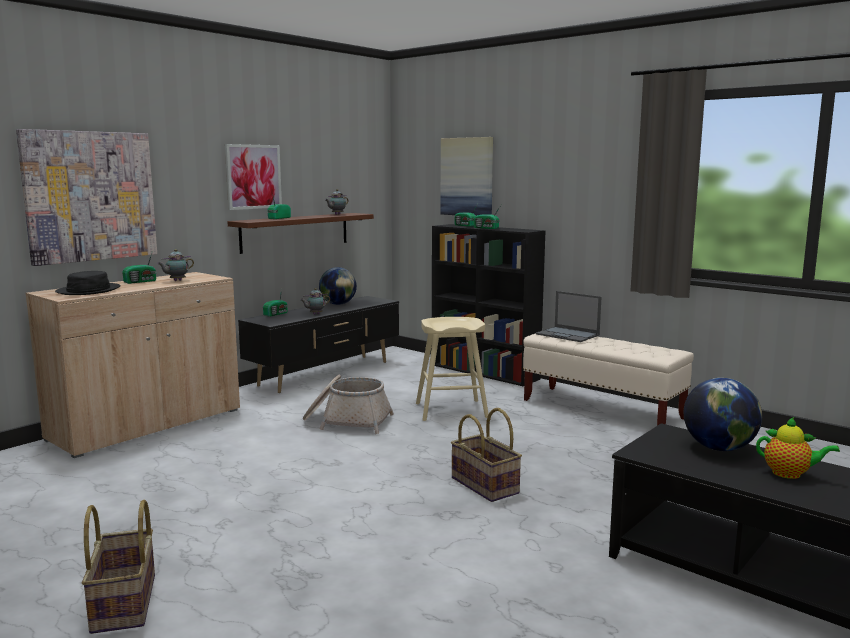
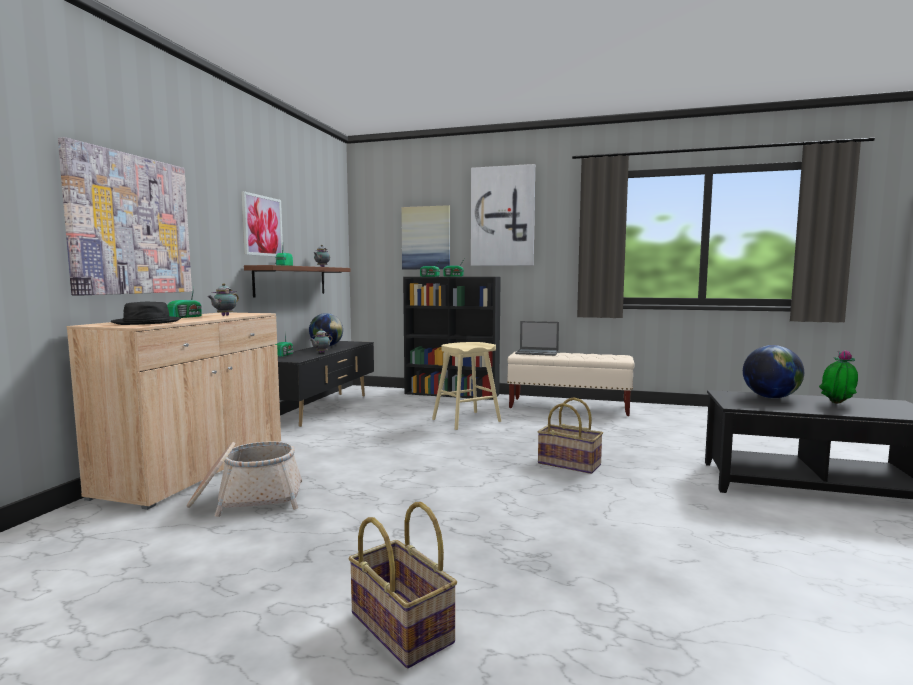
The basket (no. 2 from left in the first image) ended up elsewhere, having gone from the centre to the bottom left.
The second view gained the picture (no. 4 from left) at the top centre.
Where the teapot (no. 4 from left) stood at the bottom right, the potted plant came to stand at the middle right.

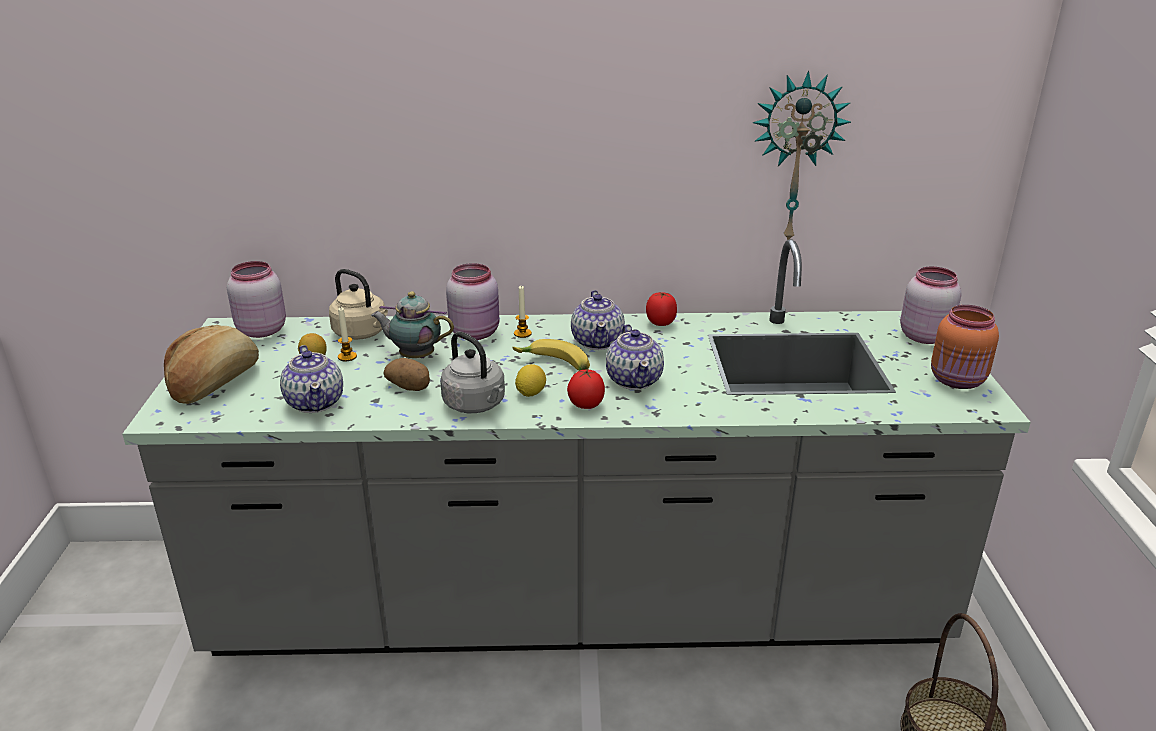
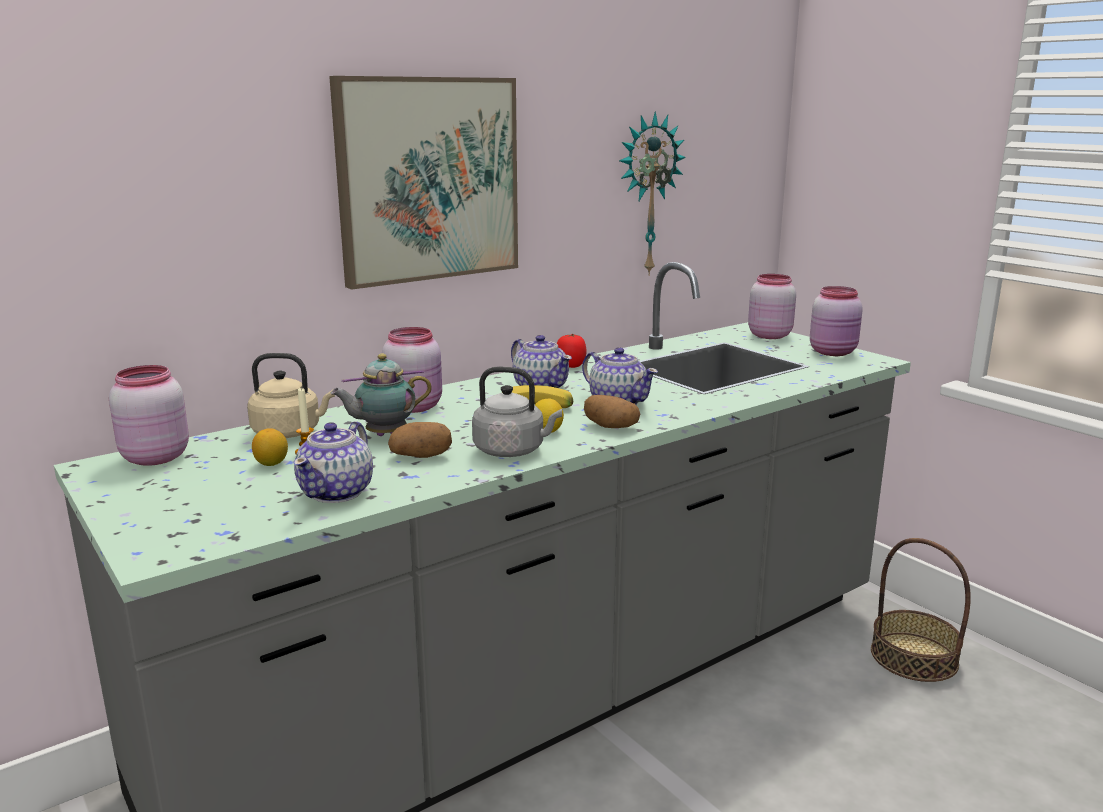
The teapot (no. 1 from left) at the middle left ended up facing another way, 75 degrees clockwise from before.
The second view gained the picture at the top centre.
Where the tomato (no. 1 from left) stood at the centre, the potato (no. 2 from left) came to stand at the centre.
What was the orange jar at the middle right turned into the pink jar (no. 4 from left) at the middle right.
The second view lost the bread at the middle left.
The second view lost the candle (no. 2 from left) at the centre.

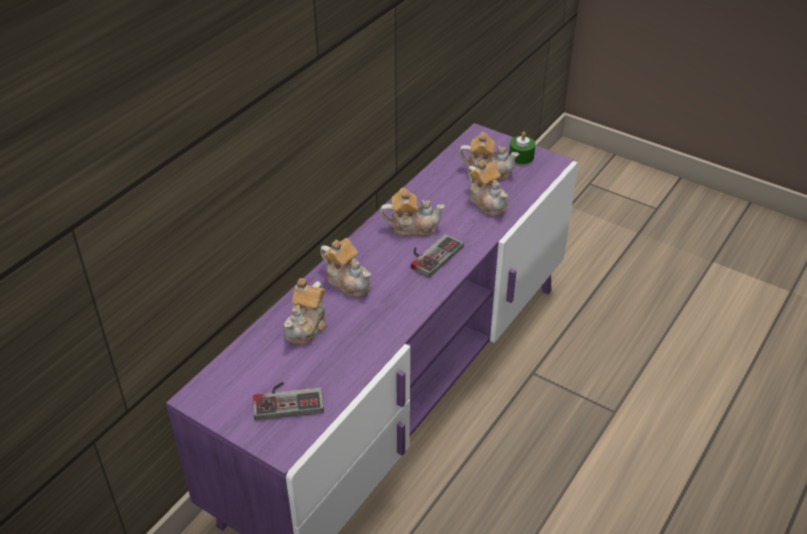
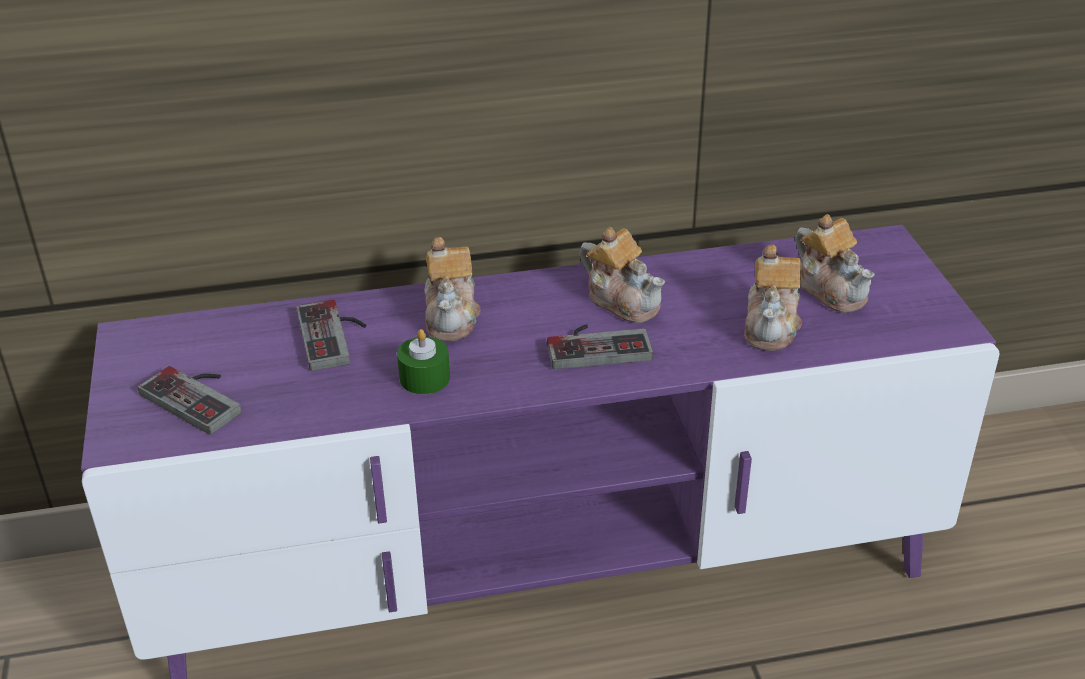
Where the teapot (no. 1 from left) stood at the centre, the game controller (no. 2 from left) came to stand at the middle left.
The green candle ended up elsewhere, having gone from the top centre to the centre.

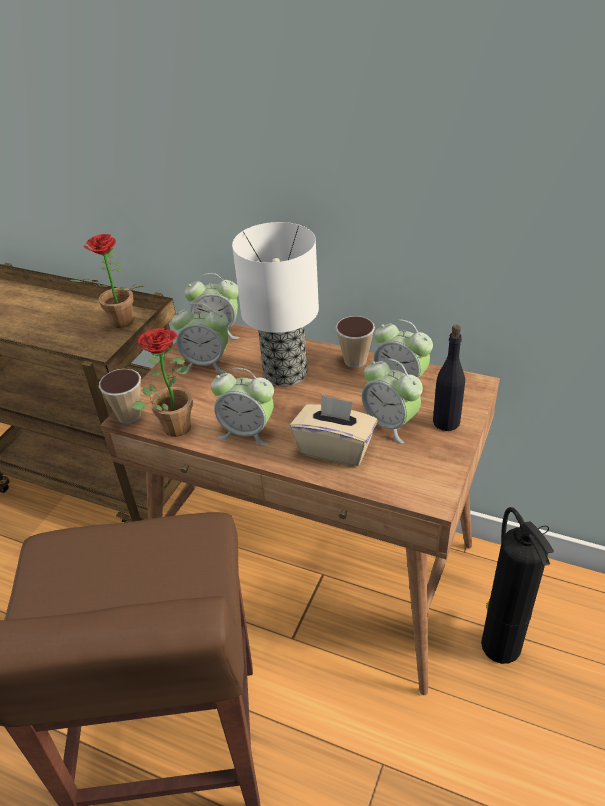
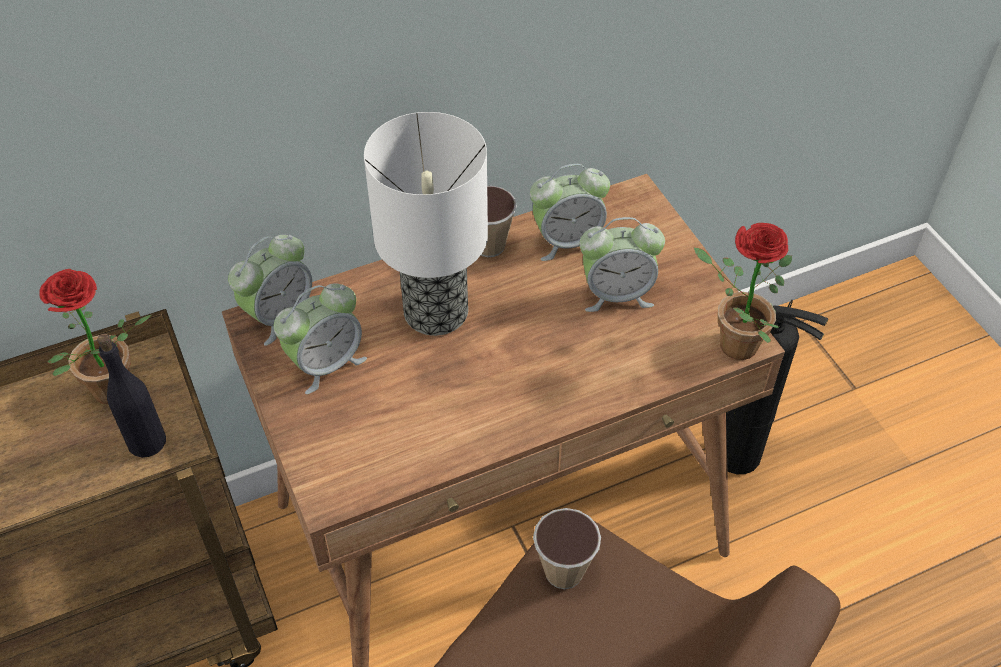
The black bottle ended up elsewhere, having gone from the middle right to the middle left.
The cup (no. 1 from left in the first image) ended up elsewhere, having gone from the middle left to the bottom centre.
The potted plant (no. 2 from left) ended up elsewhere, having gone from the middle left to the middle right.
The second view lost the alarm clock (no. 3 from left) at the centre.
The second view lost the beige tissue box at the centre.

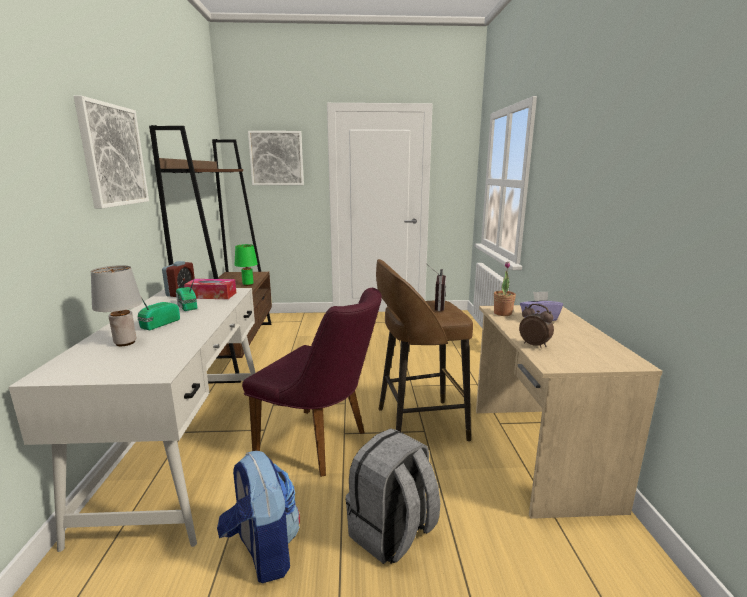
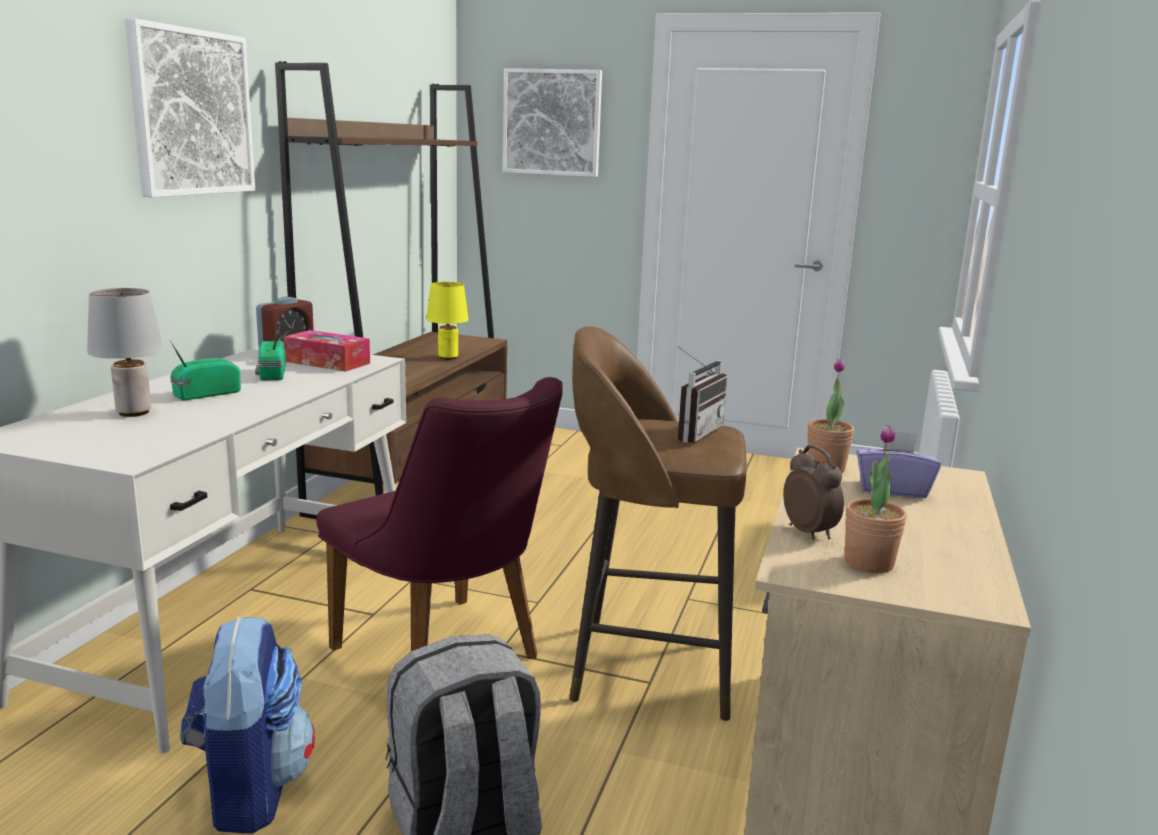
What was the green table lamp at the middle left turned into the yellow table lamp at the centre.
The second view gained the potted plant (no. 2 from left) at the middle right.

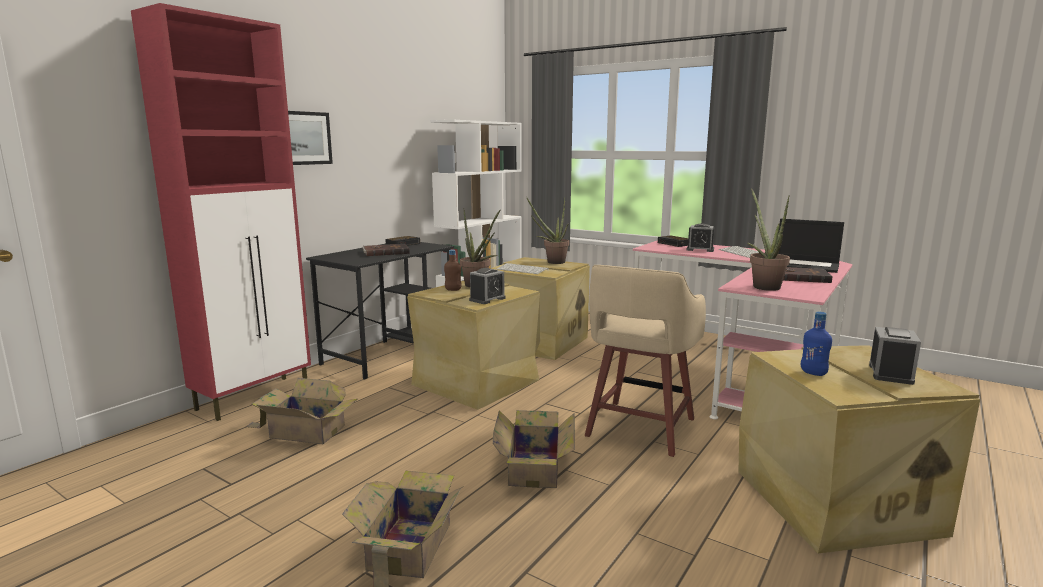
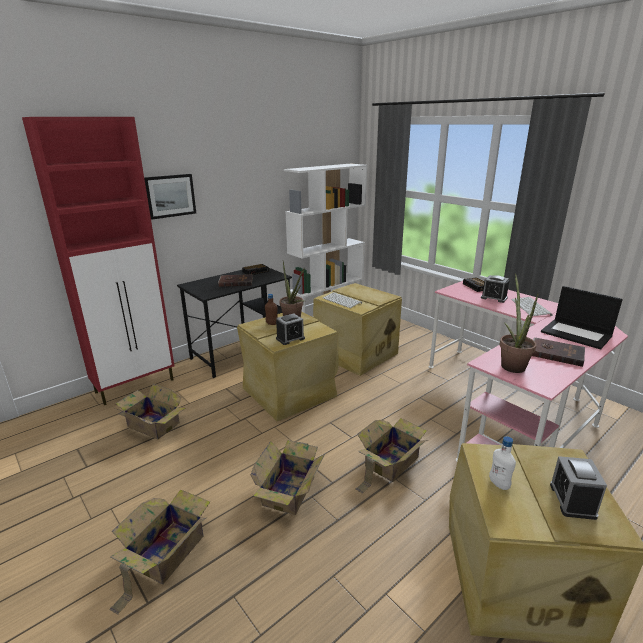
Where the beige stool stood at the centre, the cardboard box (no. 4 from left) came to stand at the bottom centre.
What was the blue bottle at the middle right turned into the white bottle at the bottom right.
The alarm clock (no. 5 from left) at the middle right ended up facing another way, 150 degrees clockwise from before.
The second view lost the potted plant (no. 2 from left) at the centre.

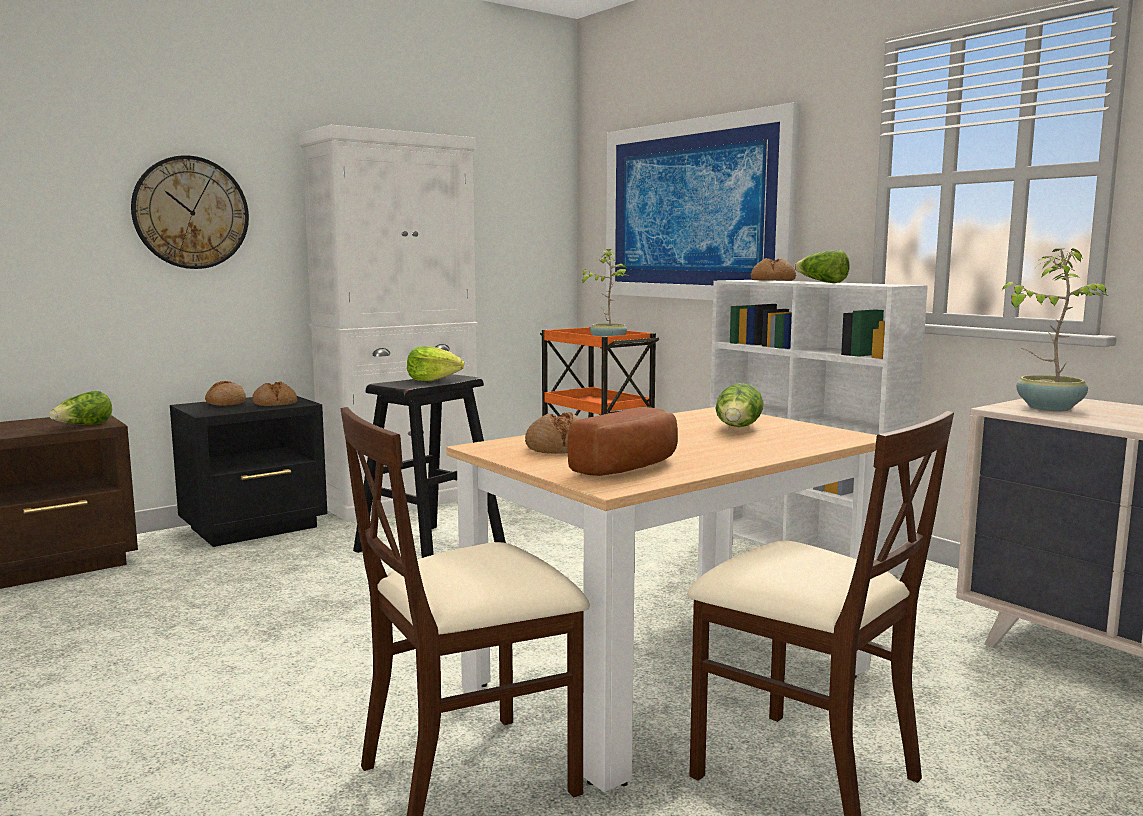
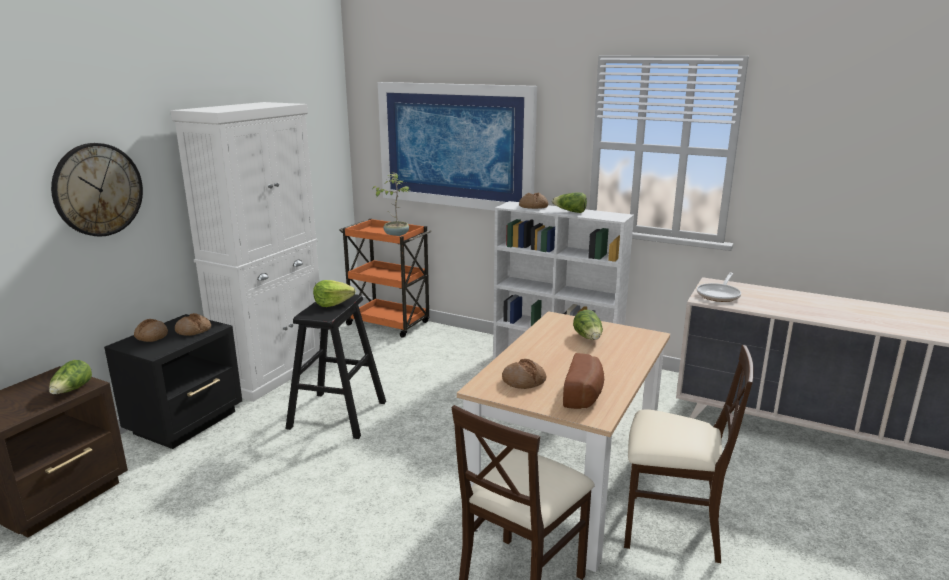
Where the potted plant (no. 2 from left) stood at the middle right, the frying pan came to stand at the middle right.

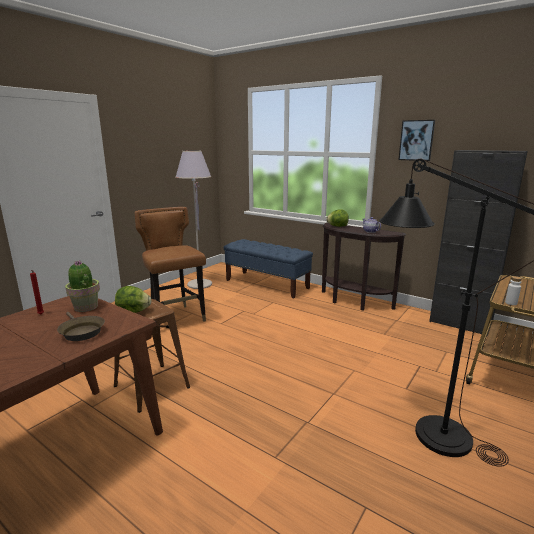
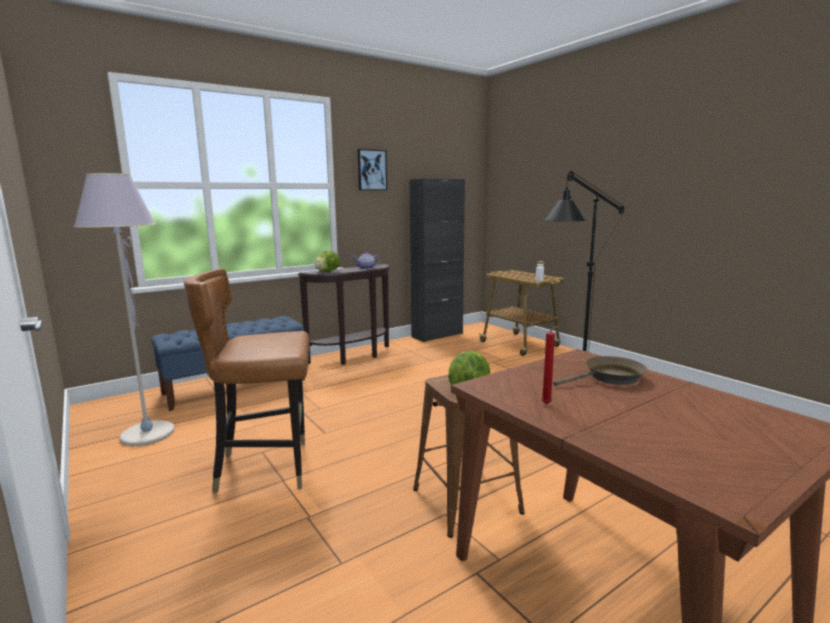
The second view lost the potted plant at the middle left.

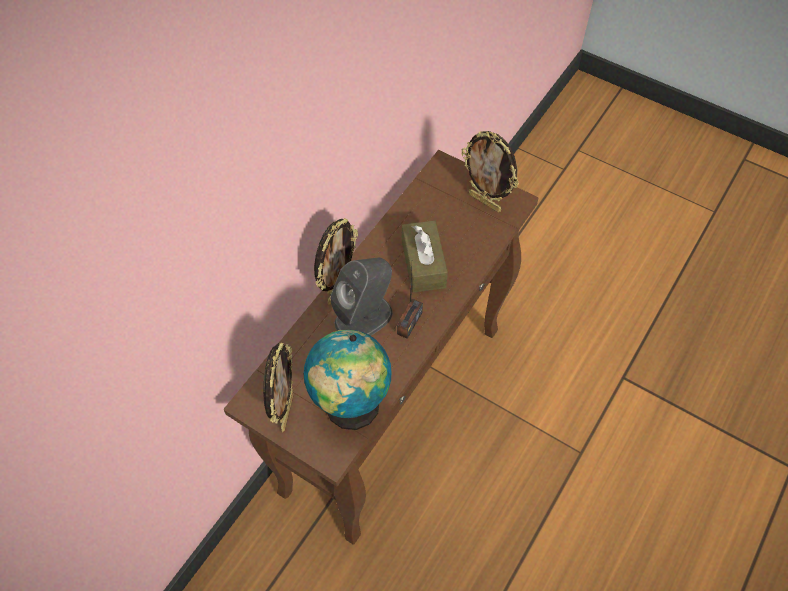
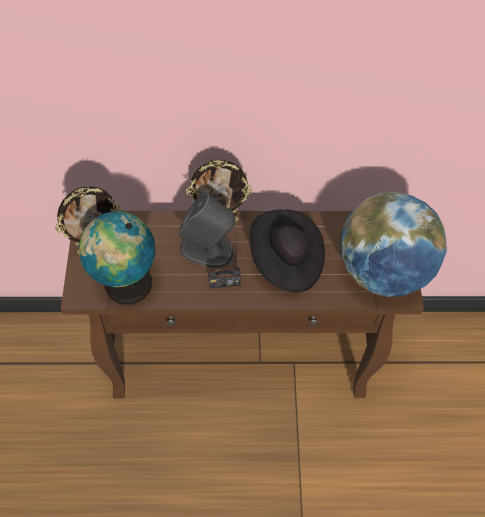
Where the brown tissue box stood at the centre, the black hat came to stand at the centre.
Where the picture frame (no. 3 from left) stood at the top centre, the globe (no. 2 from left) came to stand at the middle right.

